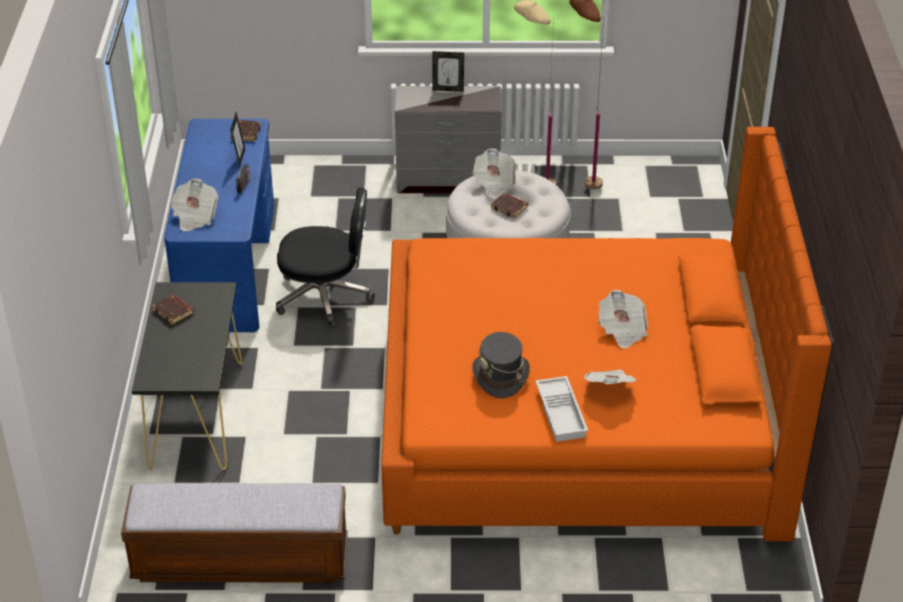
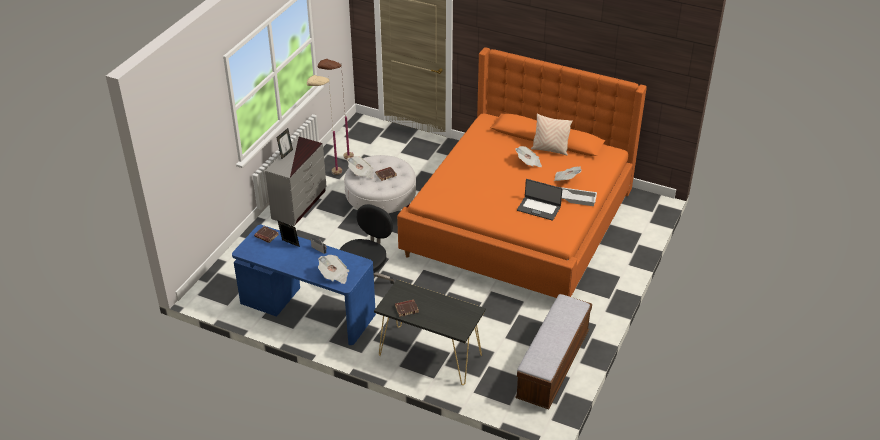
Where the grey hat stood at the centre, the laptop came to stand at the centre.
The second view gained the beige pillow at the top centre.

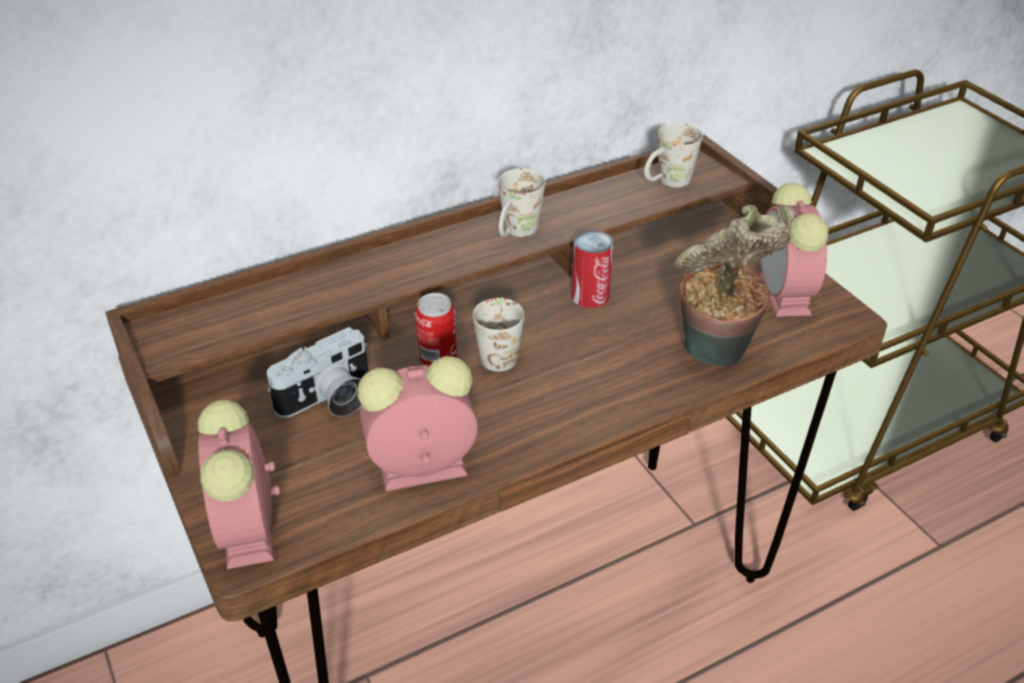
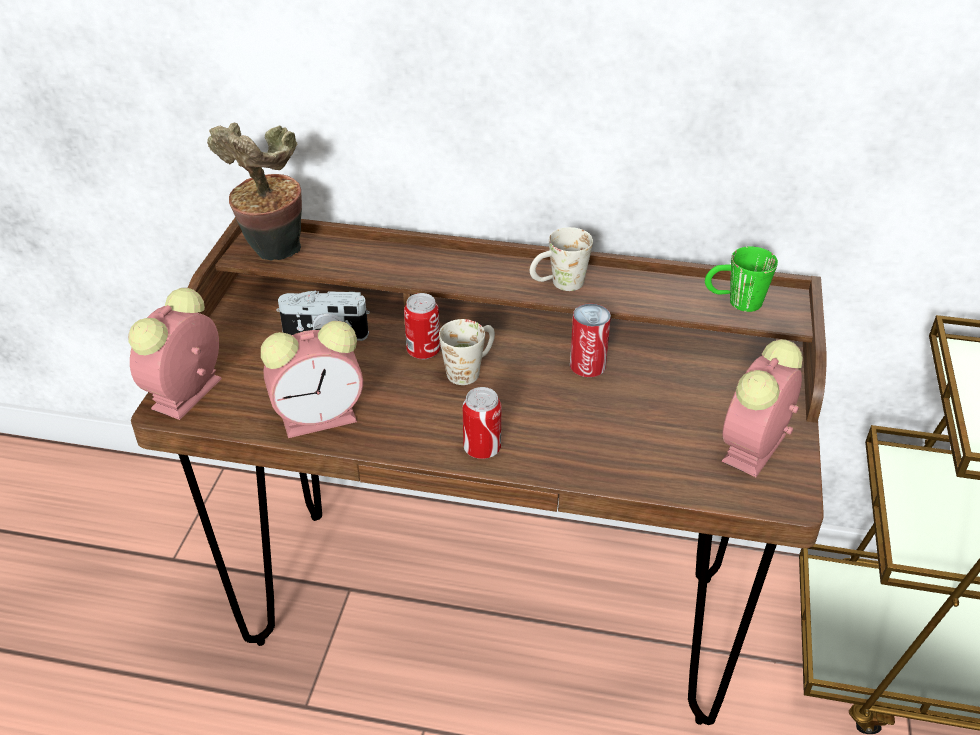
The potted plant ended up elsewhere, having gone from the middle right to the top left.
The alarm clock (no. 2 from left) at the centre ended up facing another way, 135 degrees clockwise from before.
The second view gained the can (no. 2 from left) at the centre.
What was the white mug (no. 3 from left) at the top centre turned into the green mug at the middle right.

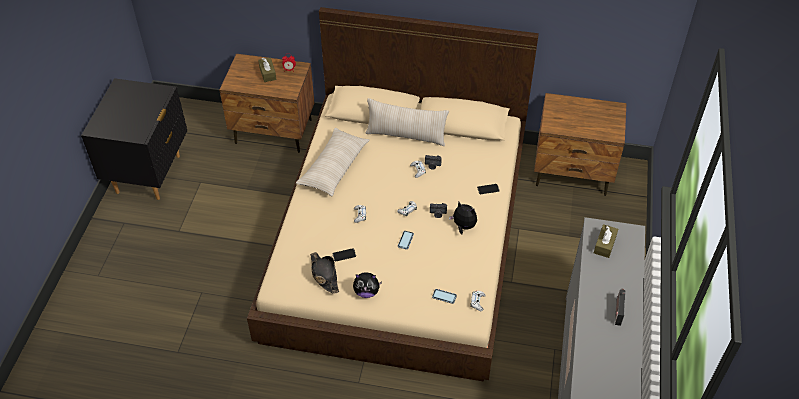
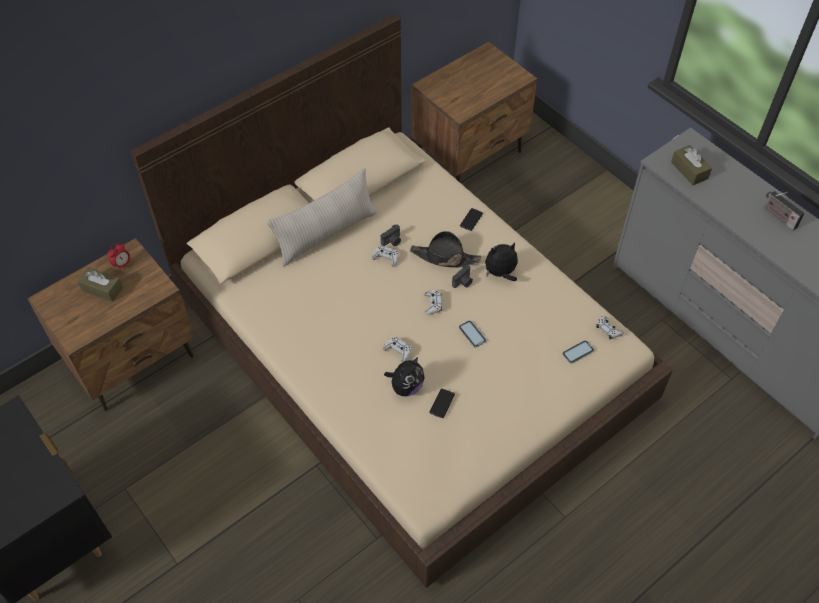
The plush toy (no. 1 from left) ended up elsewhere, having gone from the bottom centre to the centre.
The black hat ended up elsewhere, having gone from the bottom centre to the centre.
The second view lost the beige pillow (no. 1 from left) at the centre.

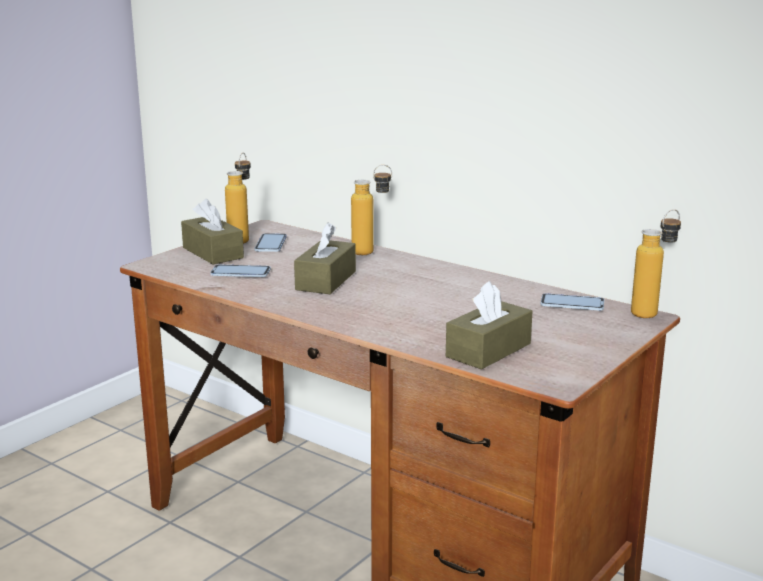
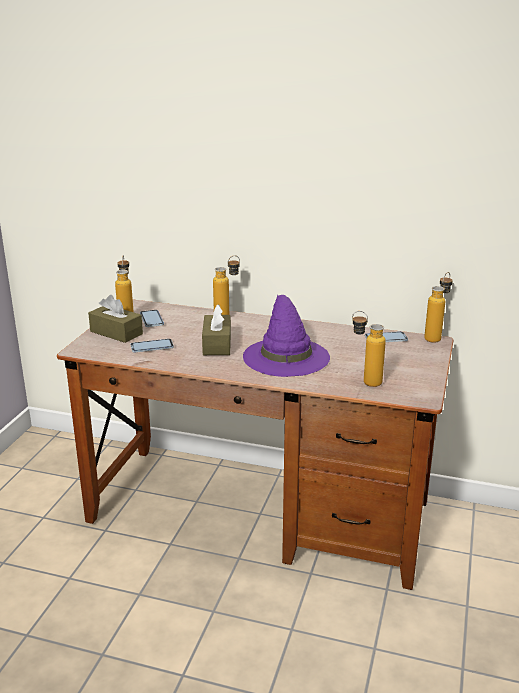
The second view gained the purple hat at the centre.
Where the brown tissue box (no. 3 from left) stood at the centre, the bottle (no. 3 from left) came to stand at the middle right.

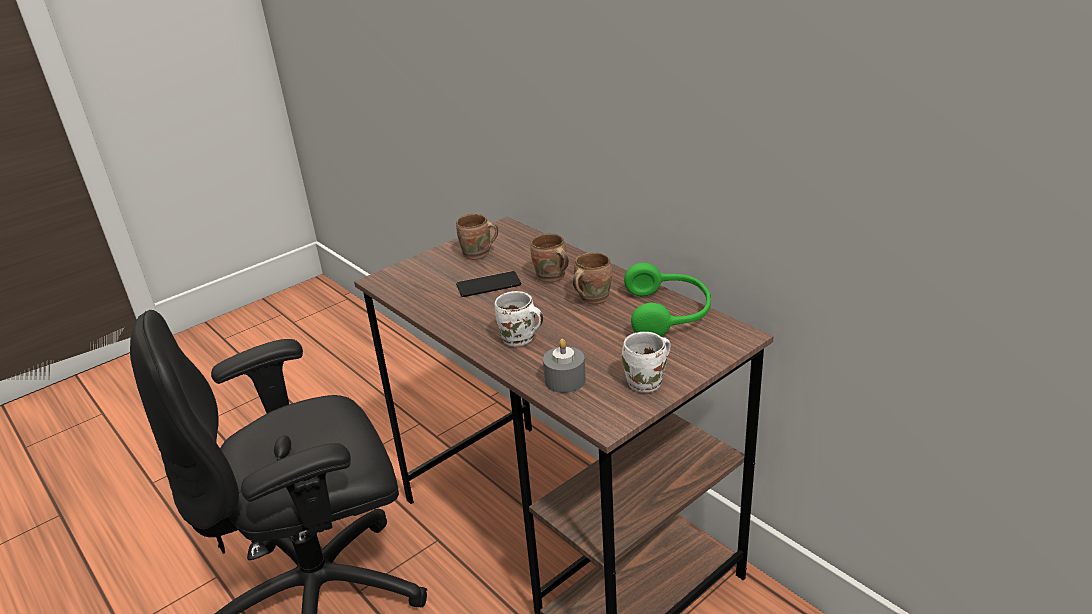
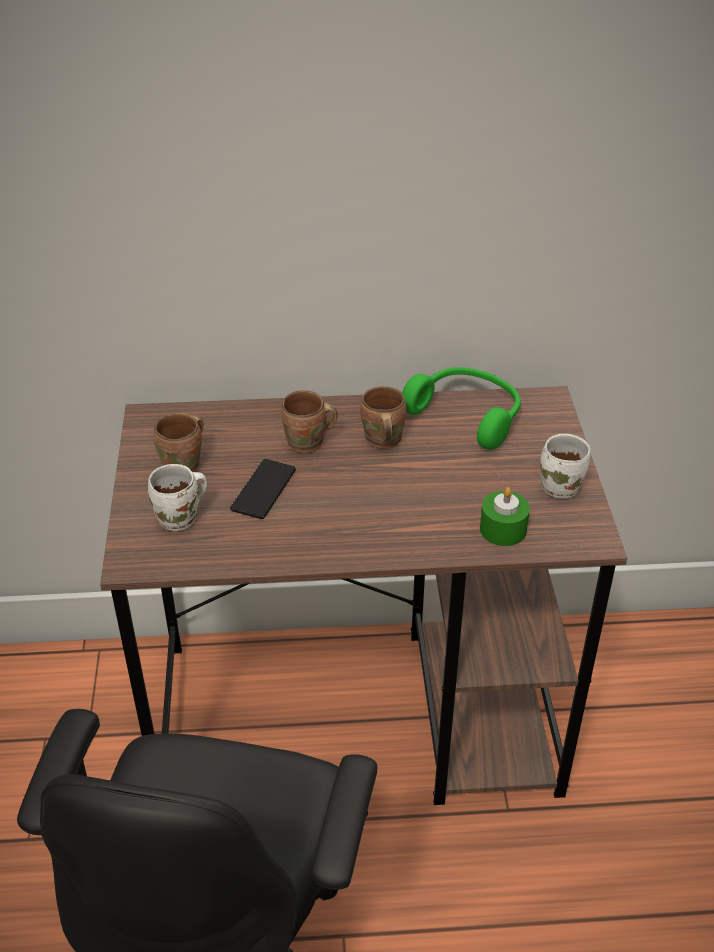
The white mug (no. 1 from left) ended up elsewhere, having gone from the centre to the middle left.
What was the grey candle at the centre turned into the green candle at the middle right.

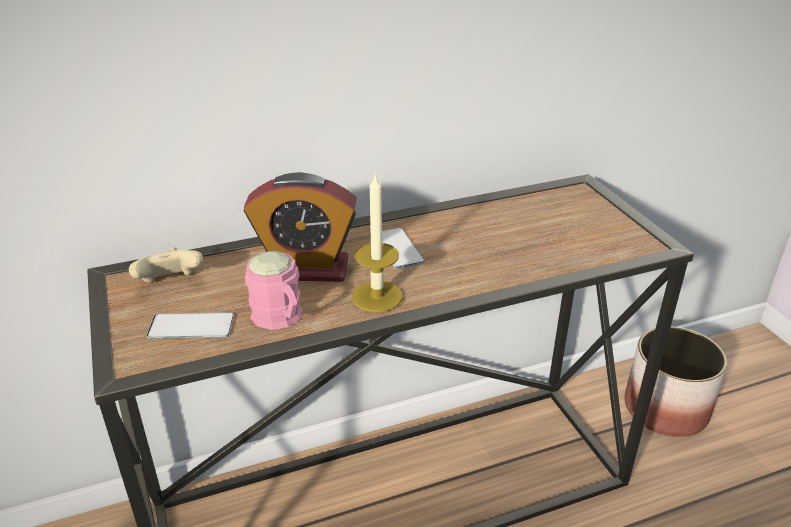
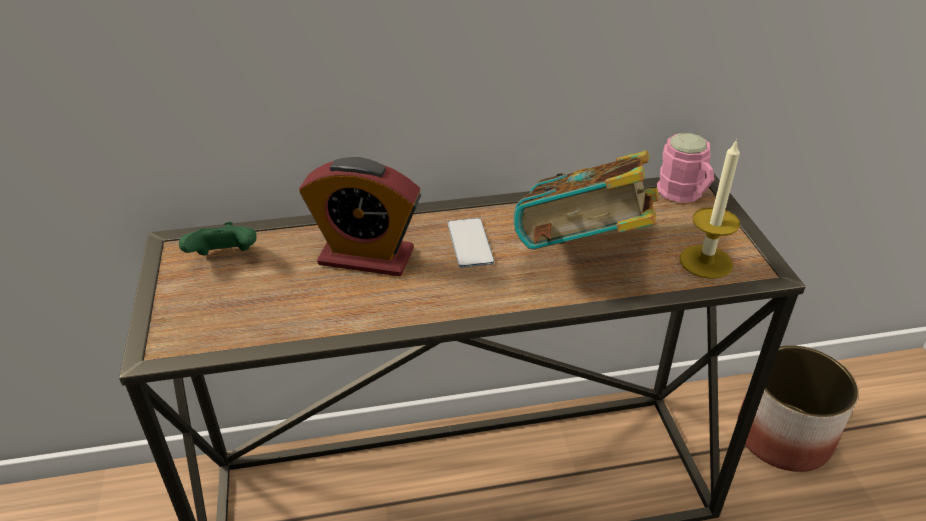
What was the beige game controller at the middle left turned into the green game controller at the middle left.
The second view gained the book at the centre.
The pink mug ended up elsewhere, having gone from the centre to the top right.
The candle ended up elsewhere, having gone from the centre to the middle right.
The second view lost the phone (no. 1 from left) at the middle left.

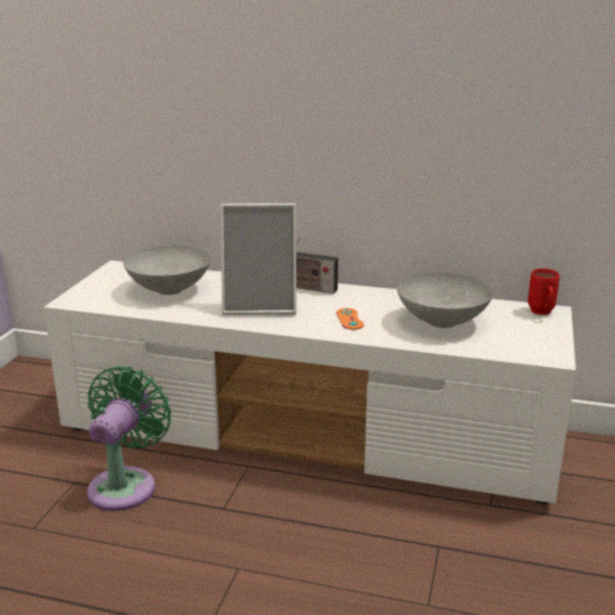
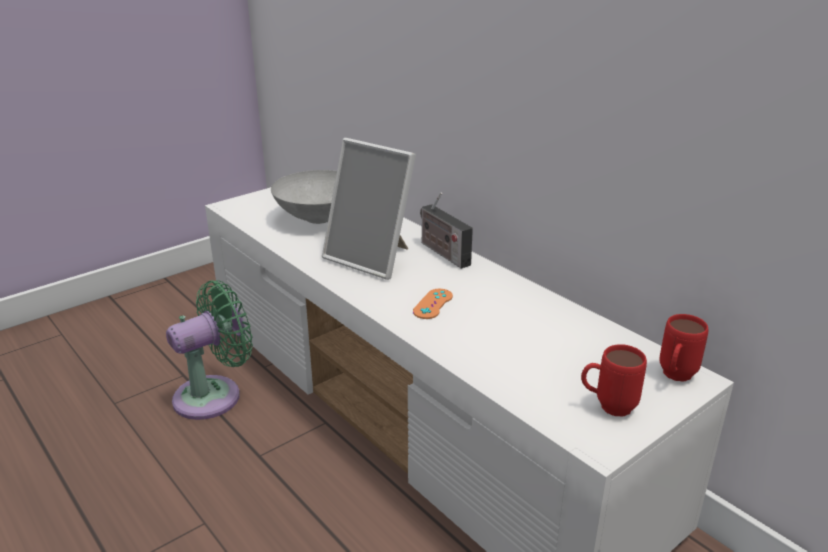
The second view gained the red mug (no. 1 from left) at the bottom right.
The second view lost the grey bowl (no. 2 from left) at the middle right.

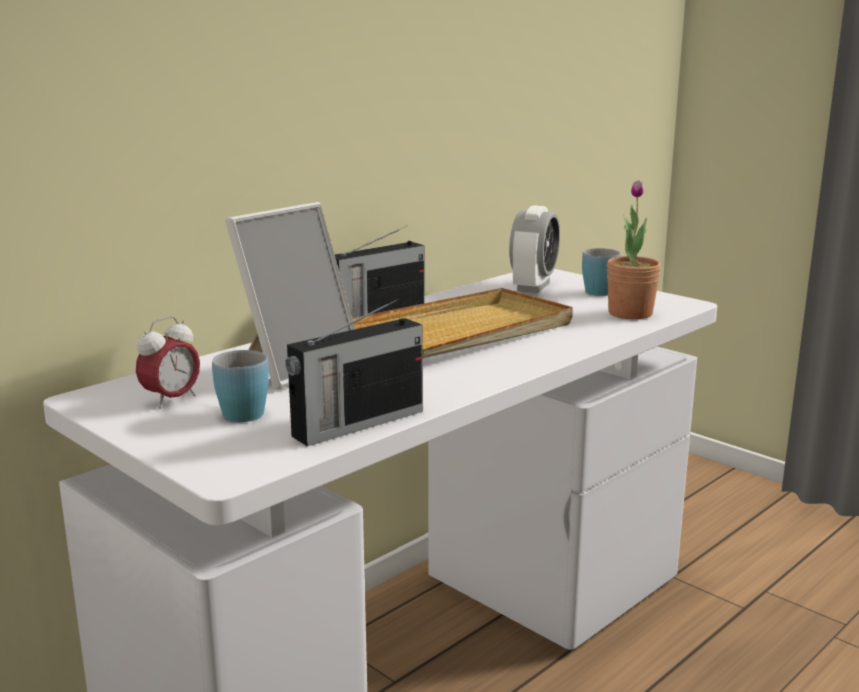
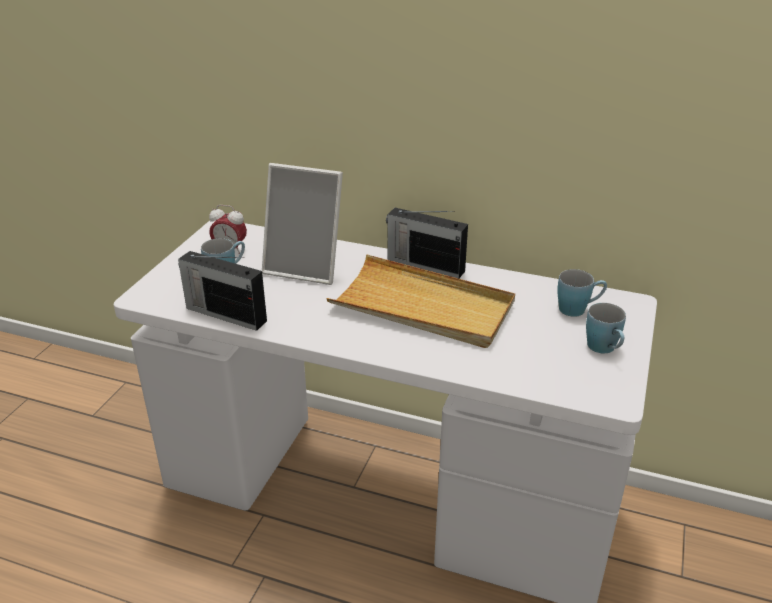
Where the alarm clock (no. 2 from left) stood at the centre, the blue mug (no. 2 from left) came to stand at the middle right.
The second view lost the potted plant at the middle right.

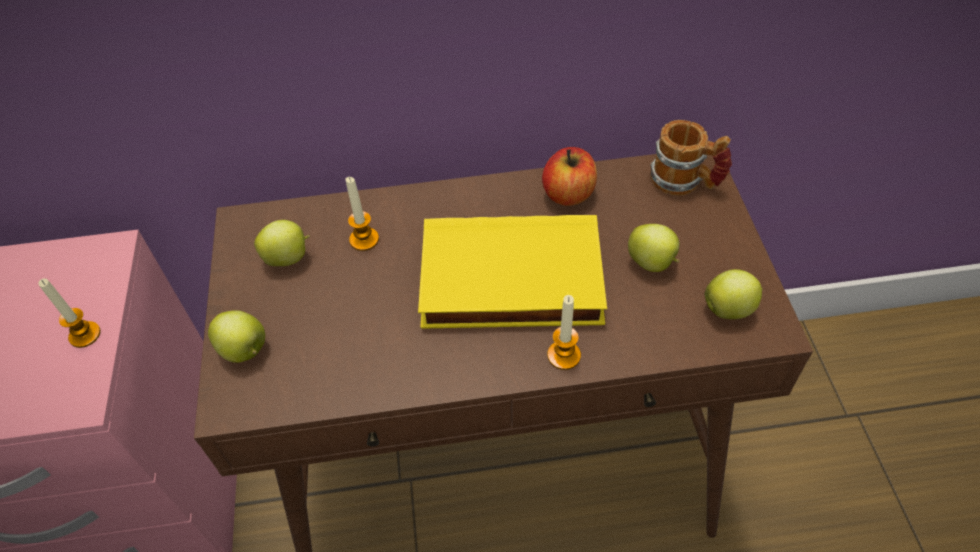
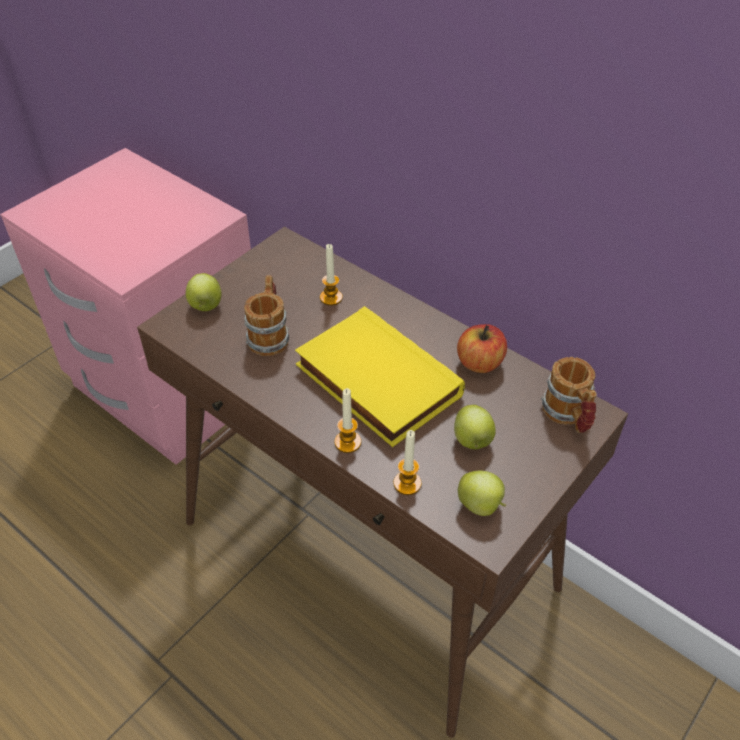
The second view gained the mug (no. 1 from left) at the centre.
The candle (no. 1 from left in the first image) ended up elsewhere, having gone from the middle left to the centre.
The second view lost the apple (no. 2 from left) at the middle left.

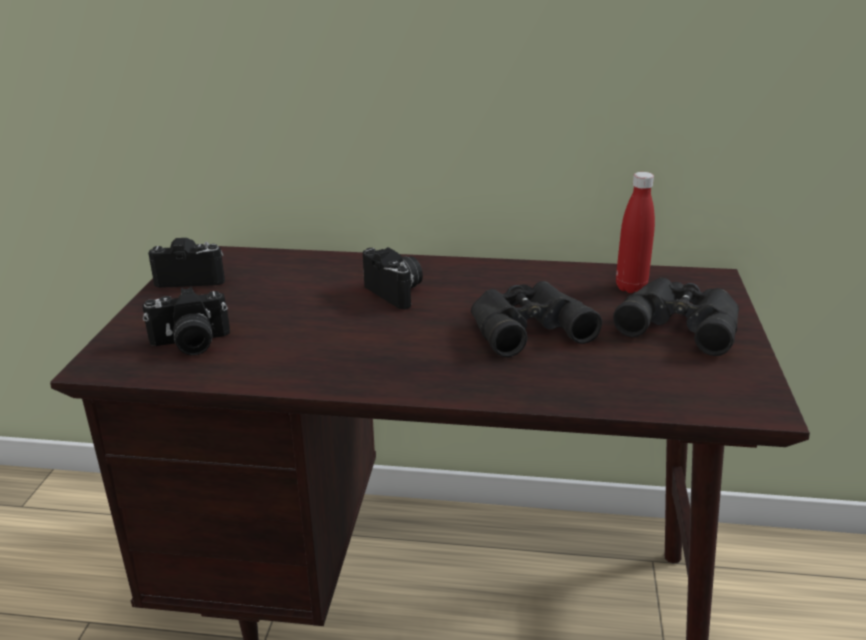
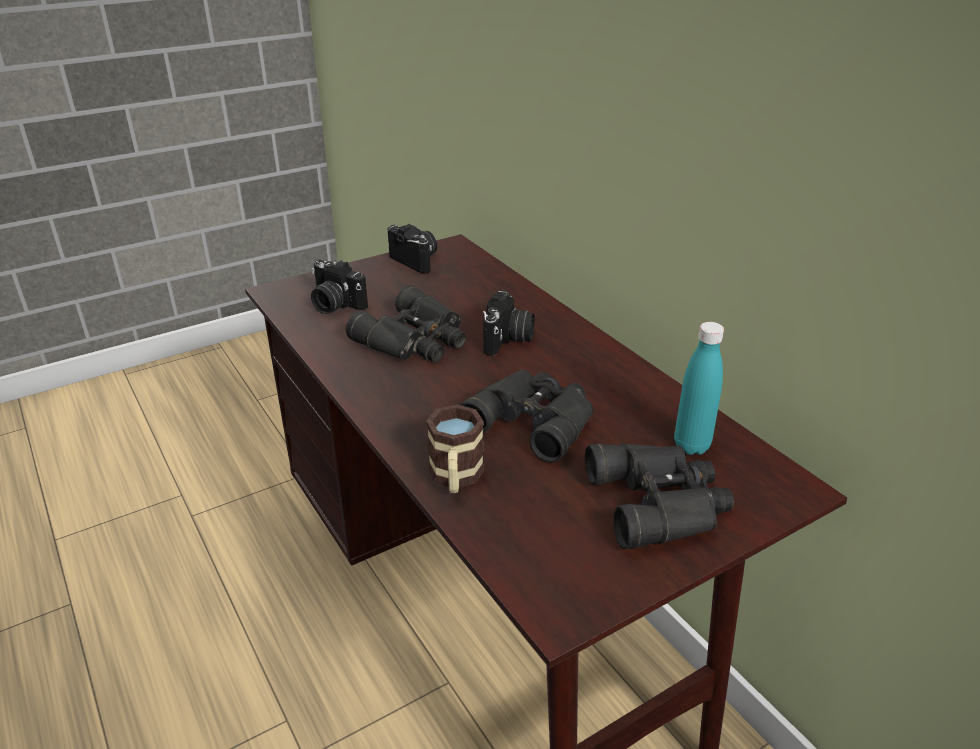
The second view gained the black binoculars (no. 1 from left) at the centre.
The second view gained the mug at the centre.
What was the red bottle at the middle right turned into the turquoise bottle at the middle right.

